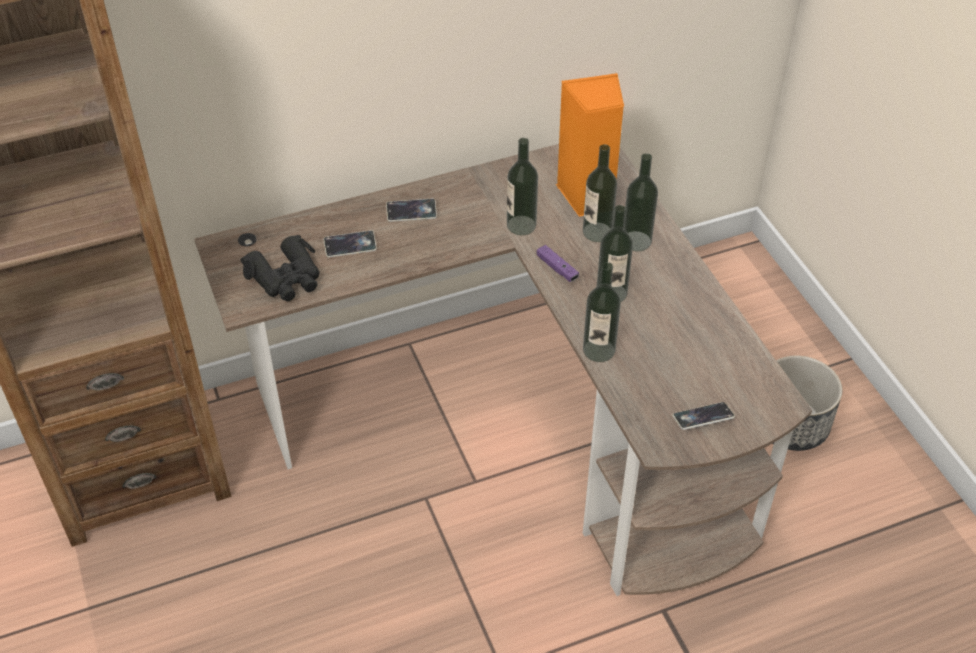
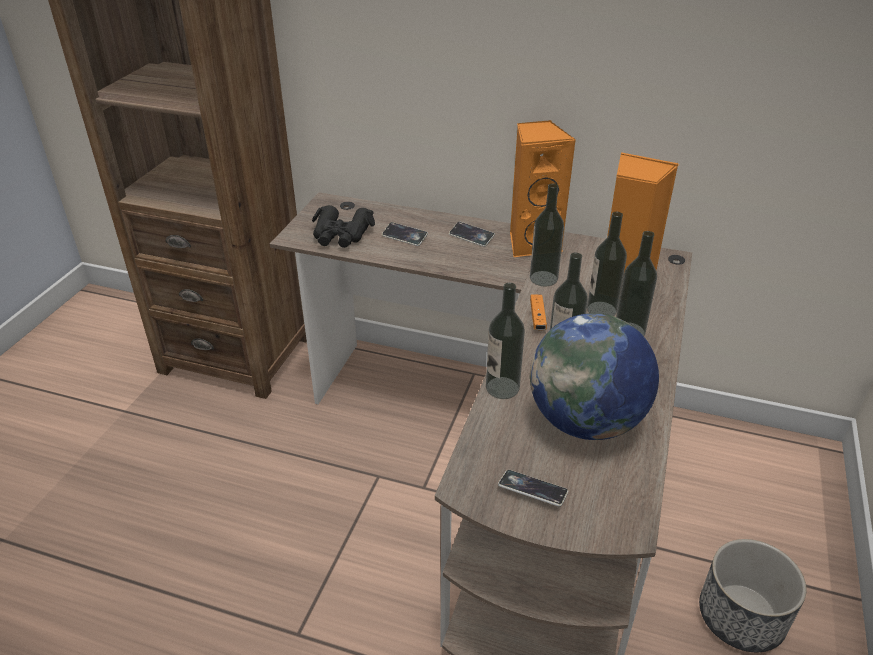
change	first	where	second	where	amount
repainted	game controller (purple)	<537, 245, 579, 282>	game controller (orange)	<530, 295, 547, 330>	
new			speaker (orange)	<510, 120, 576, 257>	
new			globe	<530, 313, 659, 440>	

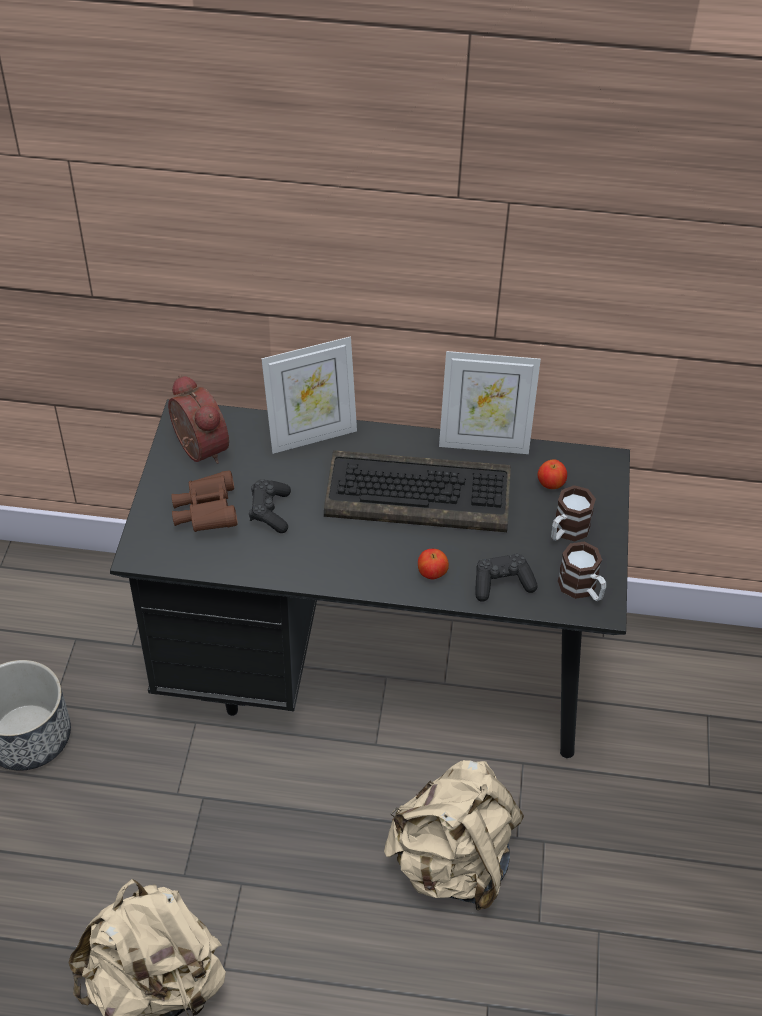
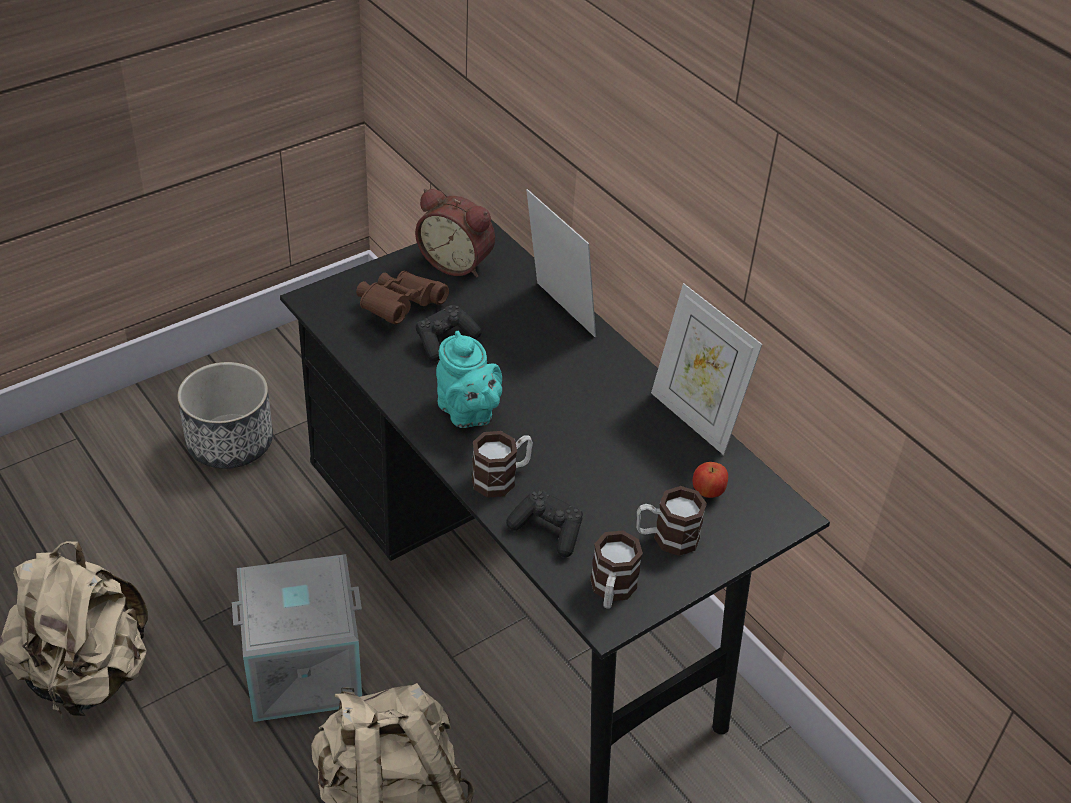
change	first	where	second	where	amount
rotated	alarm clock	<168, 375, 229, 464>		<415, 189, 495, 277>	105 degrees clockwise
rotated	picture frame	<261, 336, 357, 454>		<526, 189, 596, 337>	150 degrees counterclockwise
gone	keyboard	<324, 450, 511, 532>			
swapped	apple	<418, 549, 449, 579>	mug	<472, 431, 533, 498>	
new			storage box (grey)	<232, 554, 362, 722>	
new			teapot (turquoise)	<436, 331, 502, 428>	

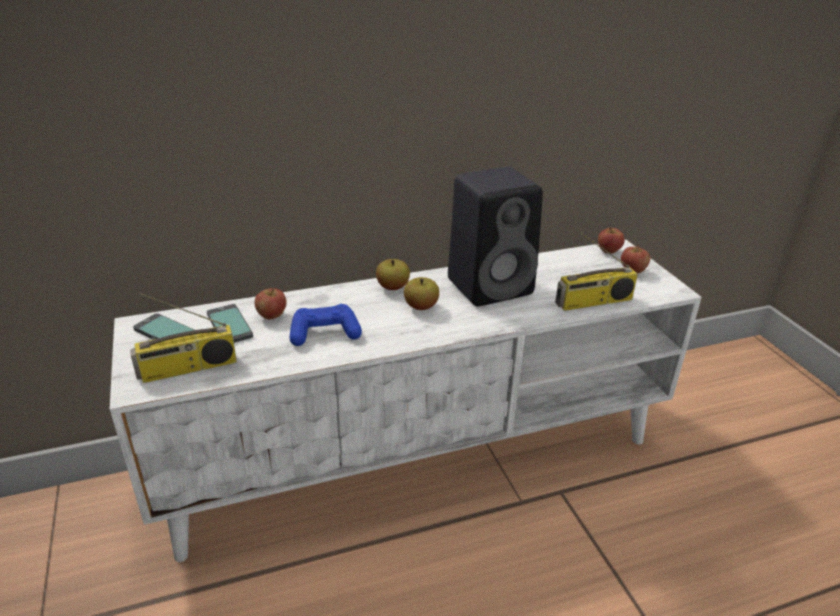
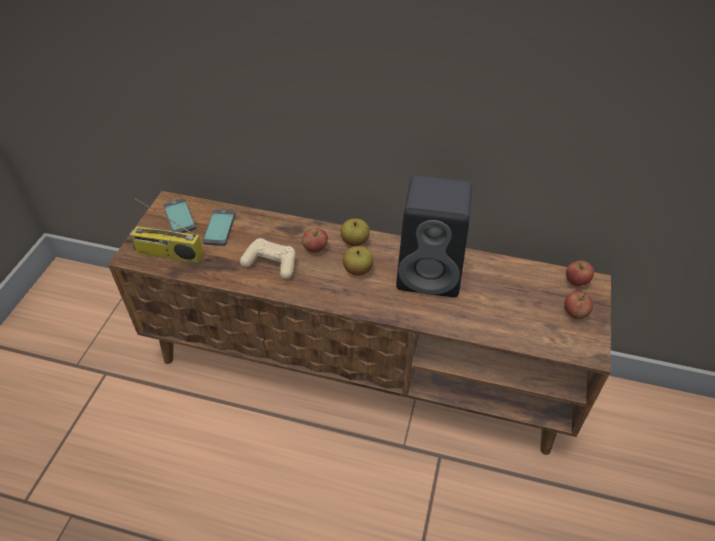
change	first	where	second	where	amount
repainted	tv stand (white)	<110, 239, 702, 562>	tv stand (brown)	<108, 191, 611, 455>	
shifted	apple	<254, 288, 287, 319>		<302, 228, 328, 253>	
repainted	game controller (blue)	<290, 304, 362, 346>	game controller (beige)	<240, 238, 295, 279>	
gone	radio	<555, 233, 638, 311>			

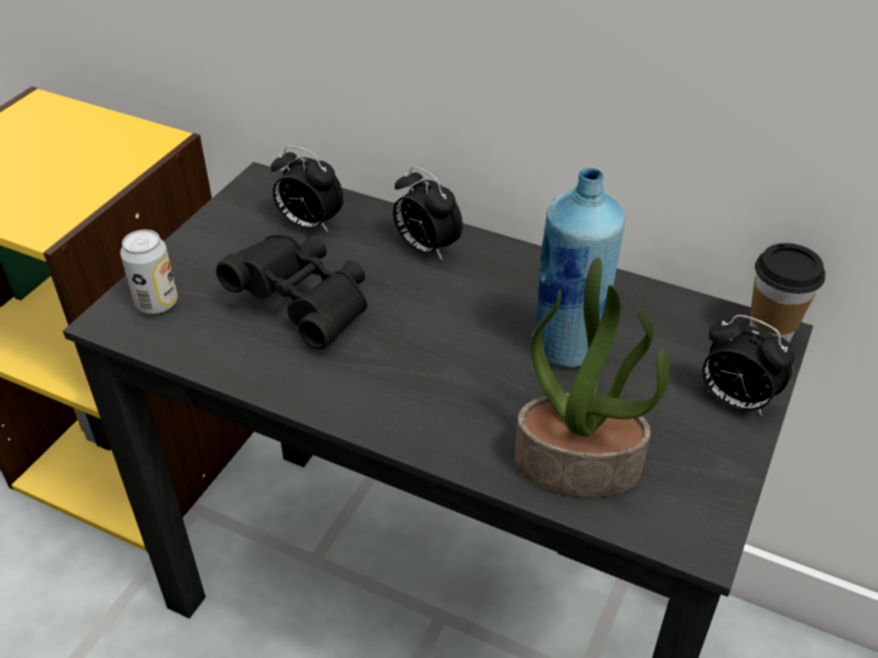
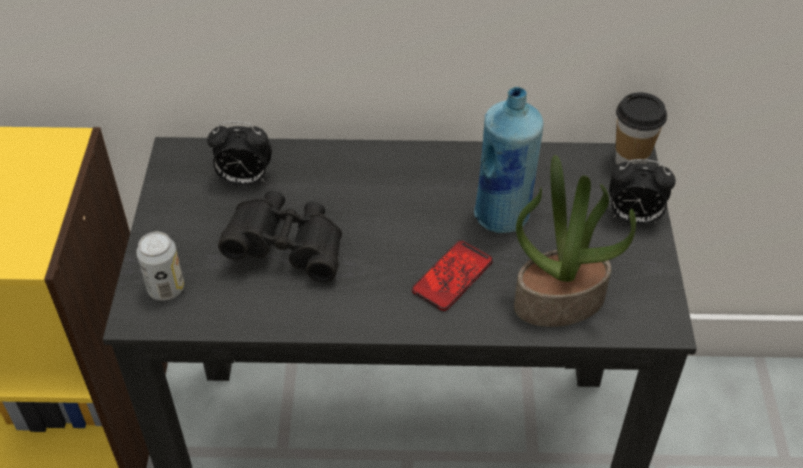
change	first	where	second	where	amount
gone	alarm clock	<393, 166, 463, 260>			
new			phone	<412, 240, 493, 311>	

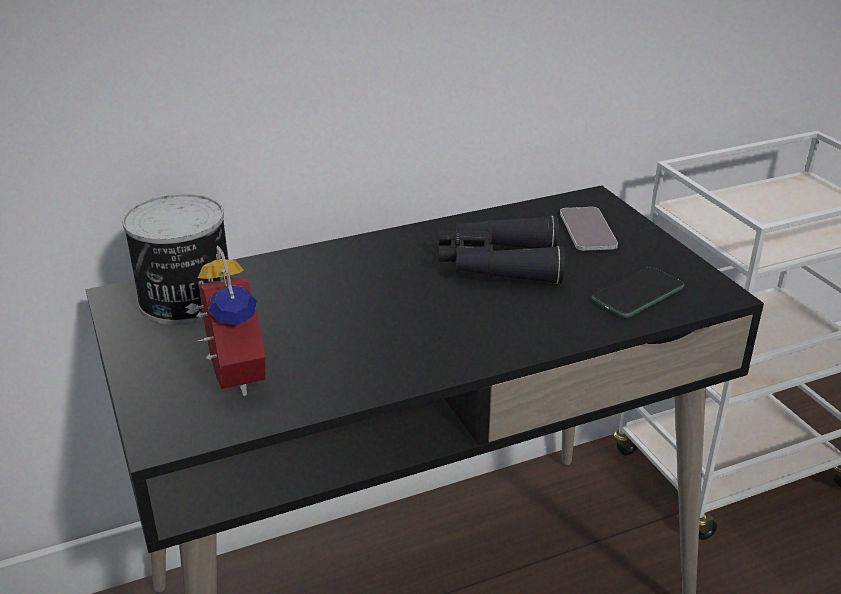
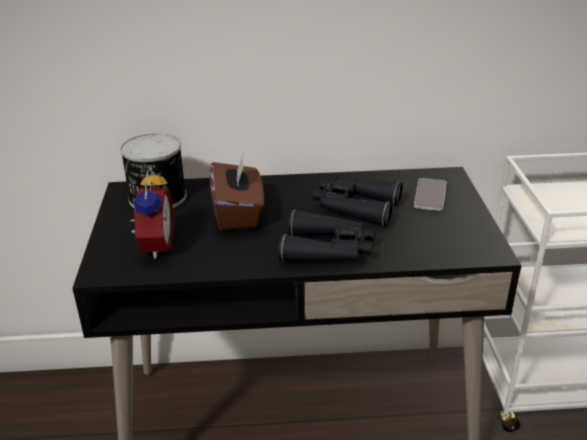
change	first	where	second	where	amount
gone	phone	<592, 267, 684, 318>			
new			tissue box (brown)	<210, 155, 264, 231>	
new			binoculars (black)	<278, 210, 375, 262>	

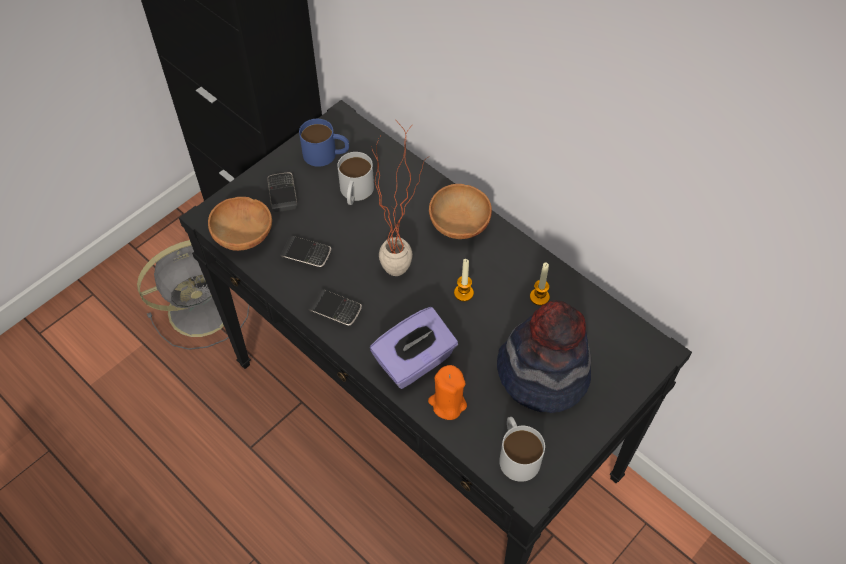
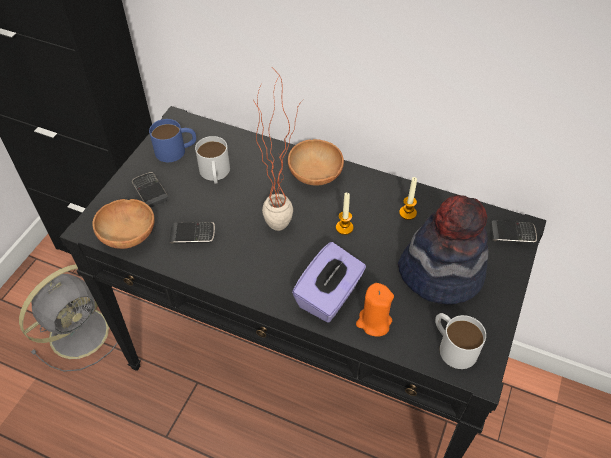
change	first	where	second	where	amount
shifted	phone	<309, 289, 362, 326>		<489, 220, 537, 244>	

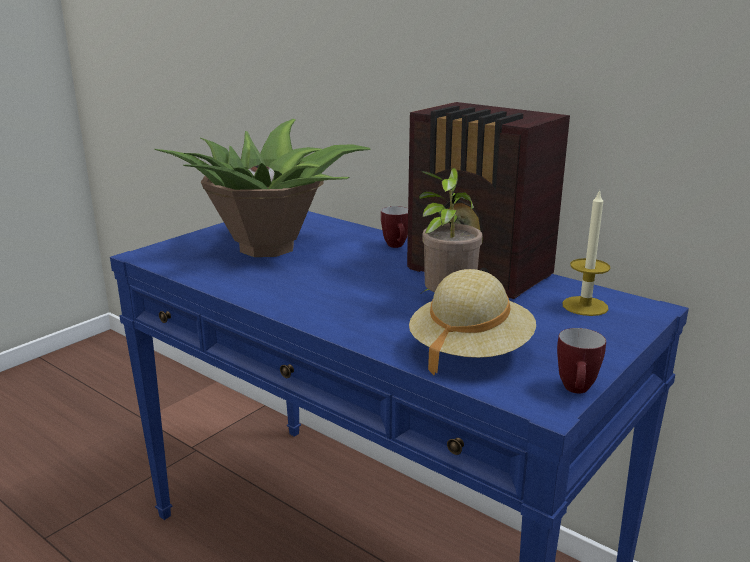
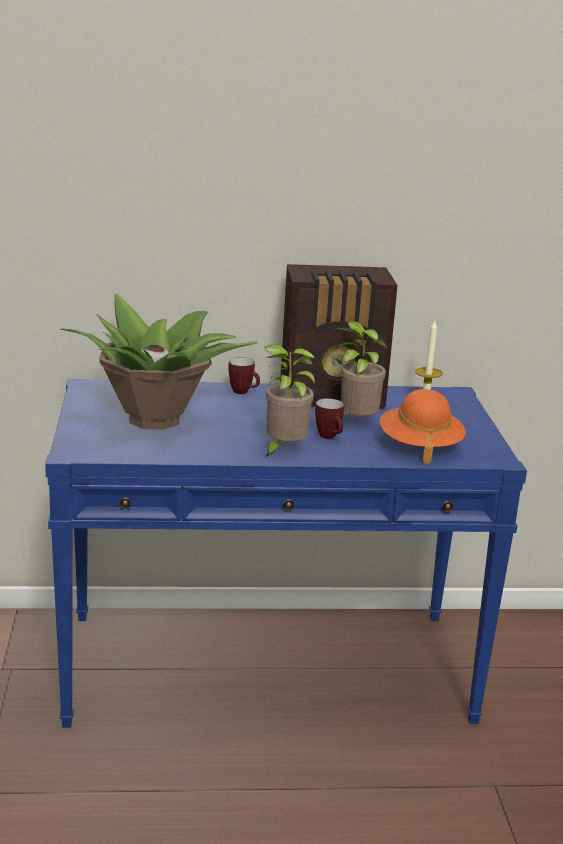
change	first	where	second	where	amount
repainted	hat (beige)	<409, 269, 536, 375>	hat (orange)	<380, 389, 466, 465>	
shifted	mug	<557, 328, 606, 393>		<315, 398, 344, 439>	
new			potted plant	<264, 345, 315, 457>	

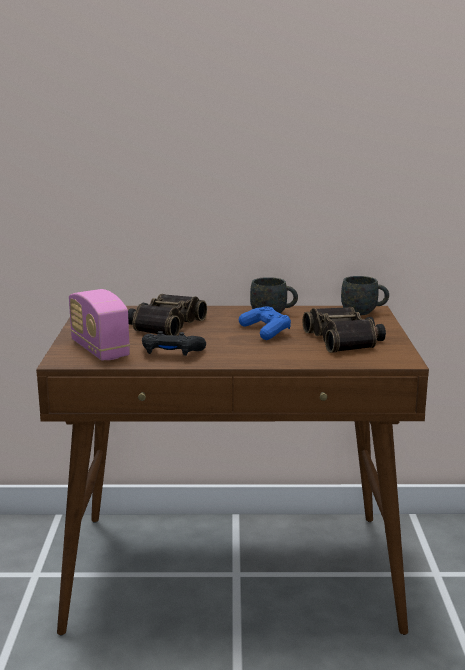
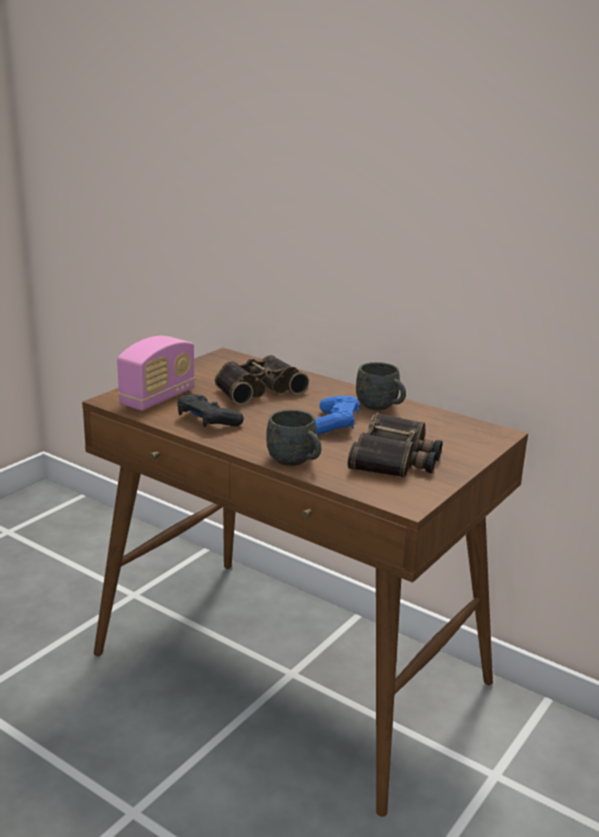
change	first	where	second	where	amount
rotated	radio	<69, 289, 130, 361>		<117, 336, 195, 411>	150 degrees counterclockwise
shifted	mug (grey)	<341, 276, 389, 315>		<266, 409, 321, 466>	

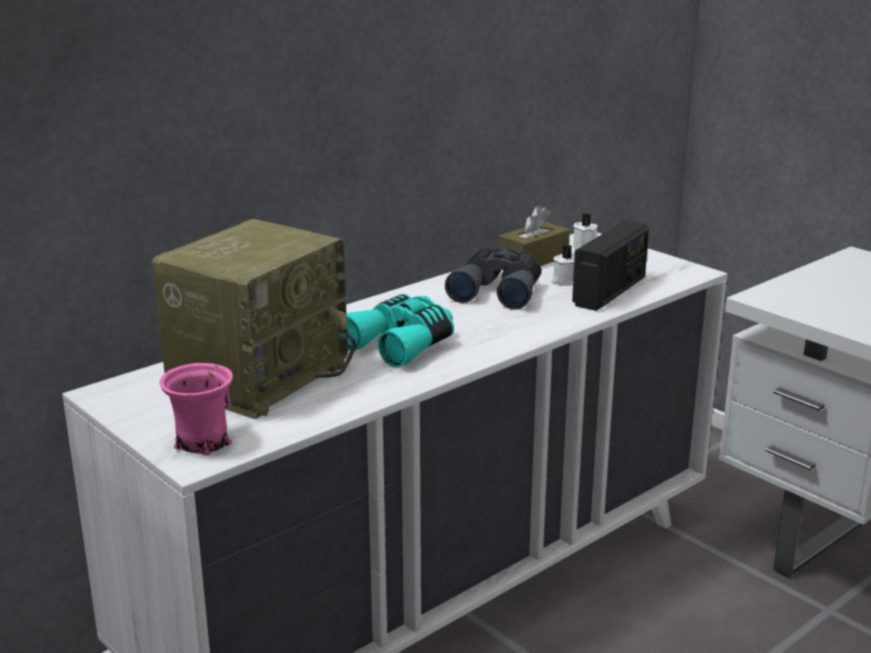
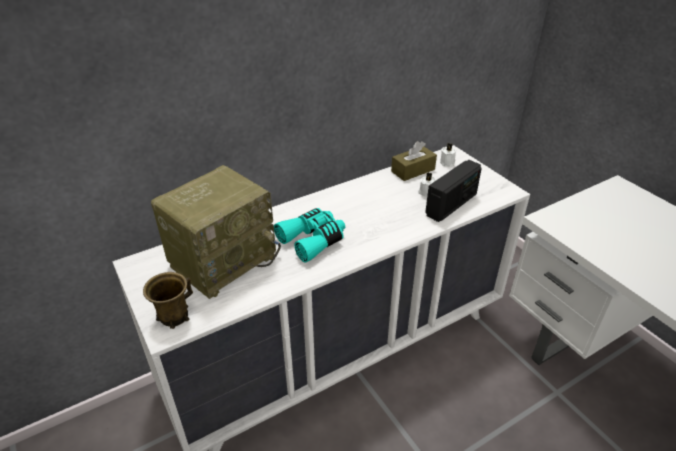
change	first	where	second	where	amount
repainted	mug (pink)	<159, 363, 233, 455>	mug (brown)	<143, 272, 193, 329>	
gone	binoculars (grey)	<445, 247, 542, 310>			

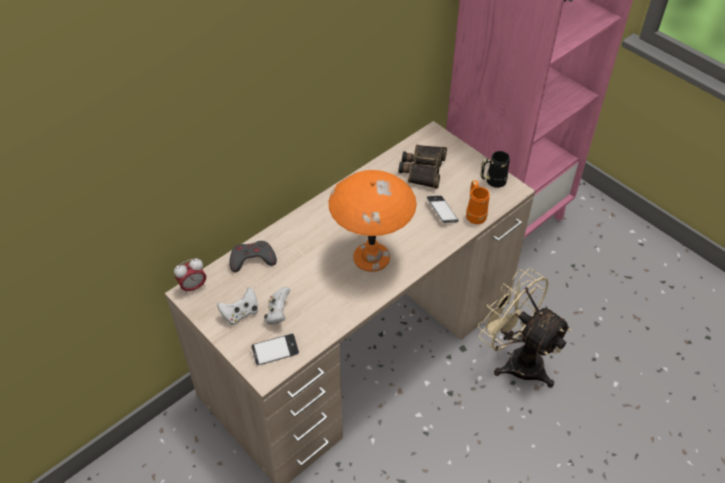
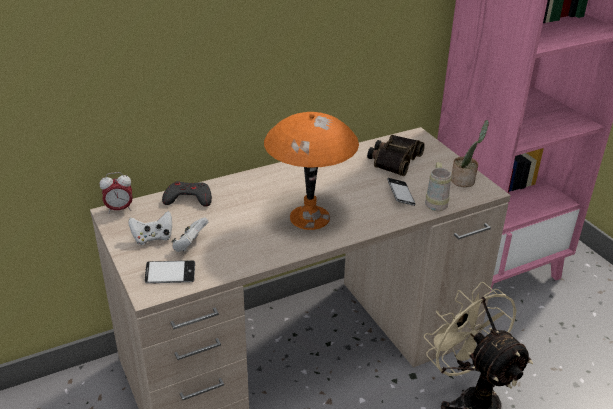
change	first	where	second	where	amount
repainted	mug (orange)	<466, 180, 490, 224>	mug (beige)	<425, 162, 451, 211>	
swapped	mug (black)	<481, 151, 510, 188>	potted plant	<451, 120, 489, 187>	

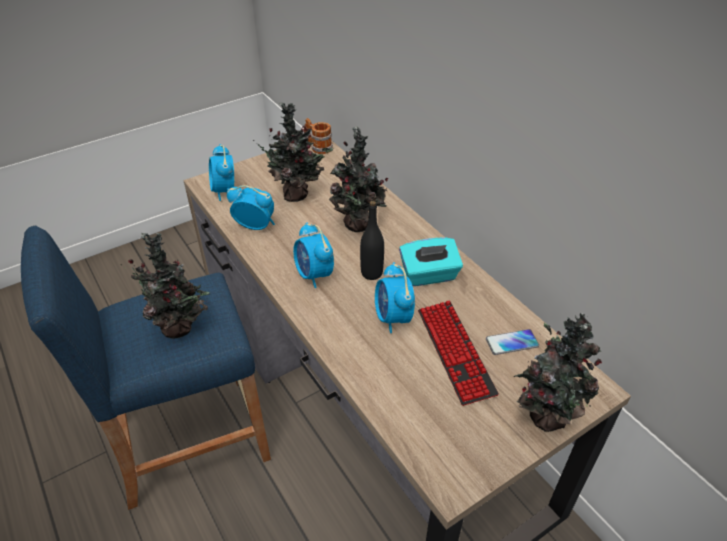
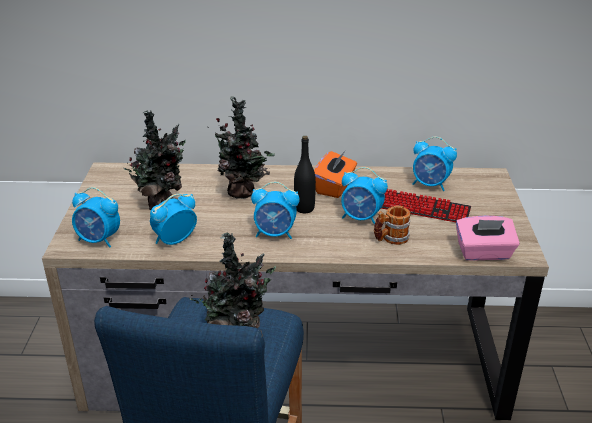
change	first	where	second	where	amount
shifted	mug	<303, 118, 333, 154>		<374, 206, 411, 245>	
repainted	tissue box (turquoise)	<399, 237, 463, 286>	tissue box (orange)	<314, 151, 357, 198>	
swapped	phone	<486, 329, 539, 355>	alarm clock	<412, 137, 457, 191>	
gone	potted plant	<514, 313, 602, 432>			
new			tissue box (pink)	<456, 216, 520, 261>	

